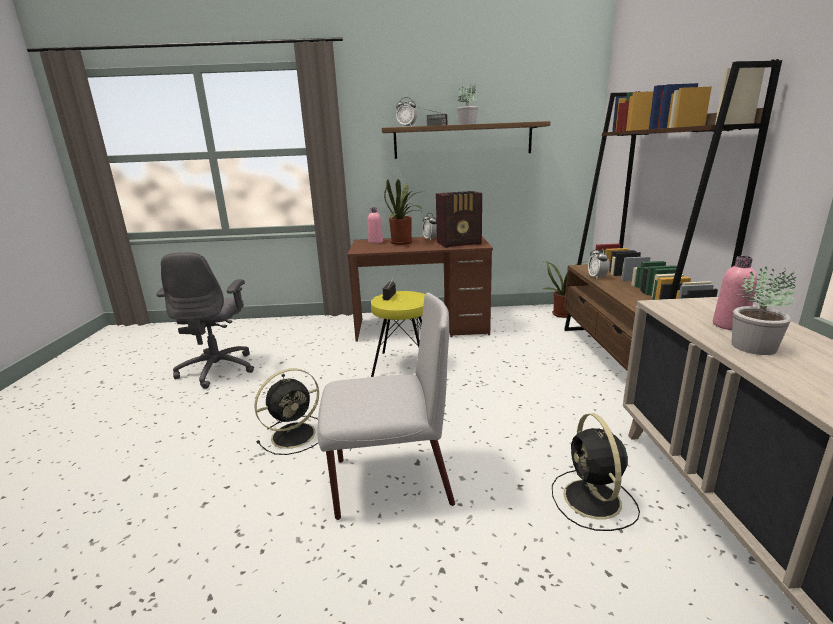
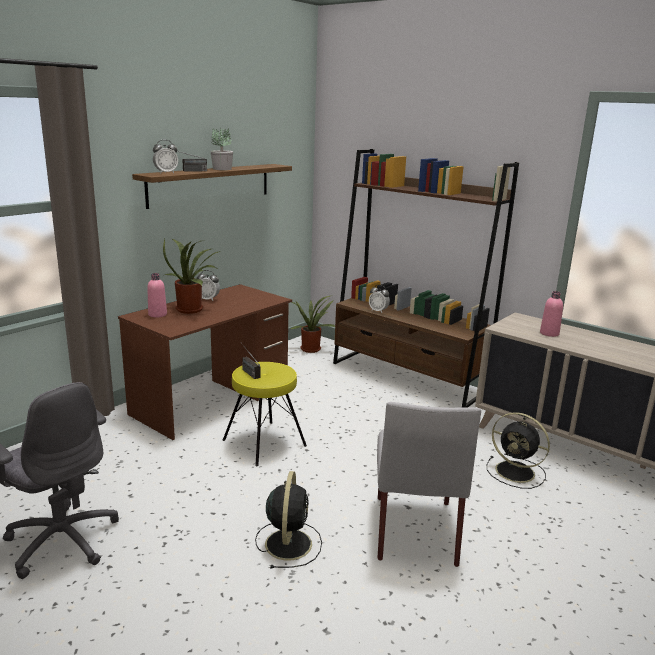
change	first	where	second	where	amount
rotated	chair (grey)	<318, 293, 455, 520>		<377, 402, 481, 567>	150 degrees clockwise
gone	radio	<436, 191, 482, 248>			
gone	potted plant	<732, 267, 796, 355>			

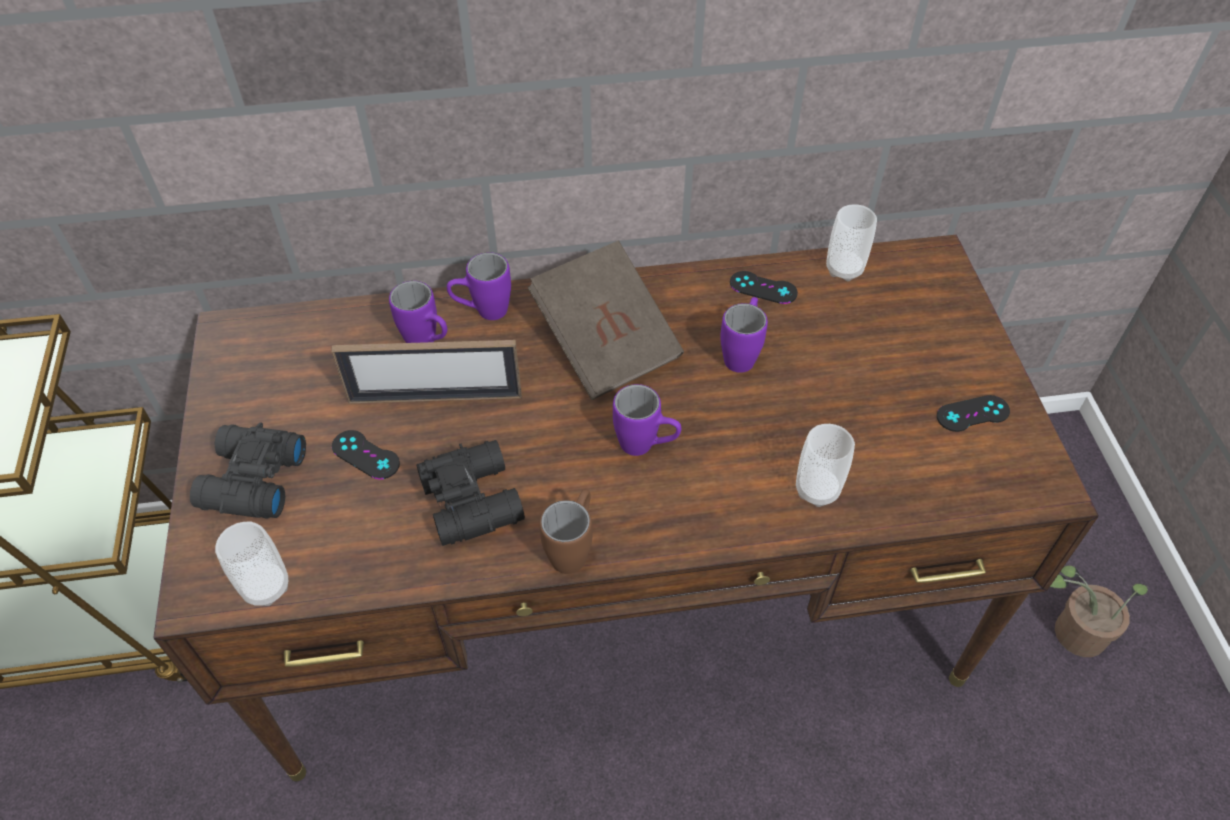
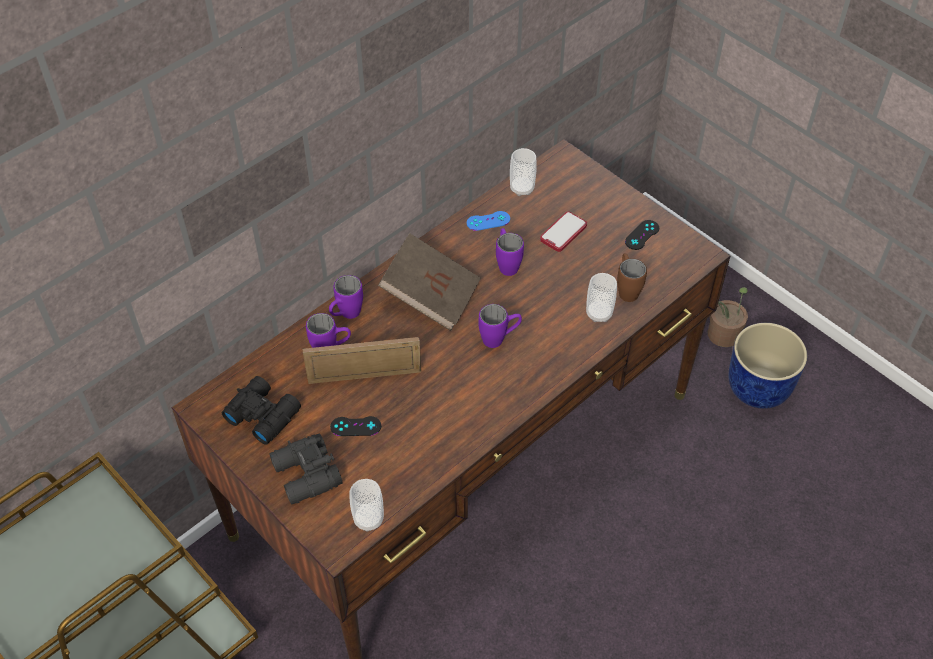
change	first	where	second	where	amount
rotated	picture frame	<331, 340, 522, 404>		<303, 337, 421, 384>	150 degrees counterclockwise
shifted	binoculars (black)	<416, 440, 525, 546>		<222, 376, 301, 444>	
shifted	mug (brown)	<539, 489, 592, 574>		<617, 253, 647, 302>	
repainted	game controller (black)	<730, 271, 798, 304>	game controller (blue)	<467, 211, 510, 231>	
new			phone	<540, 212, 587, 252>	
new			planter (blue)	<729, 323, 807, 409>	

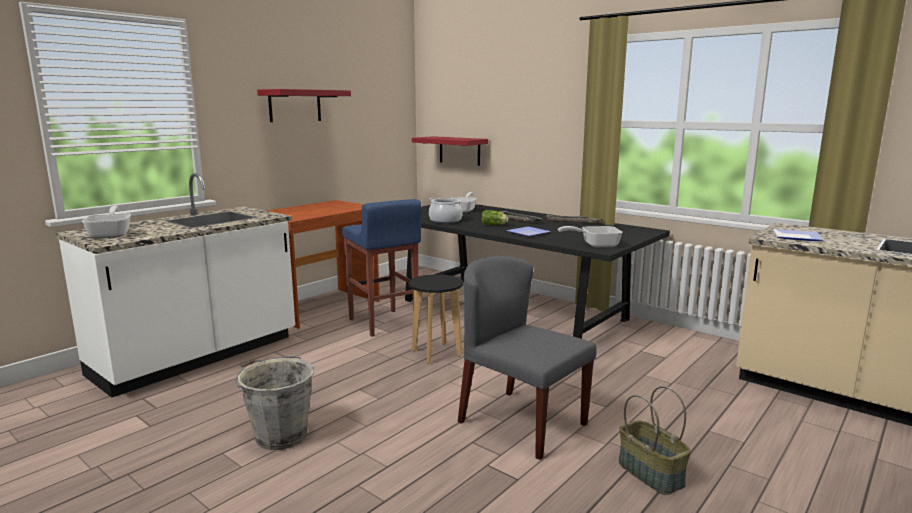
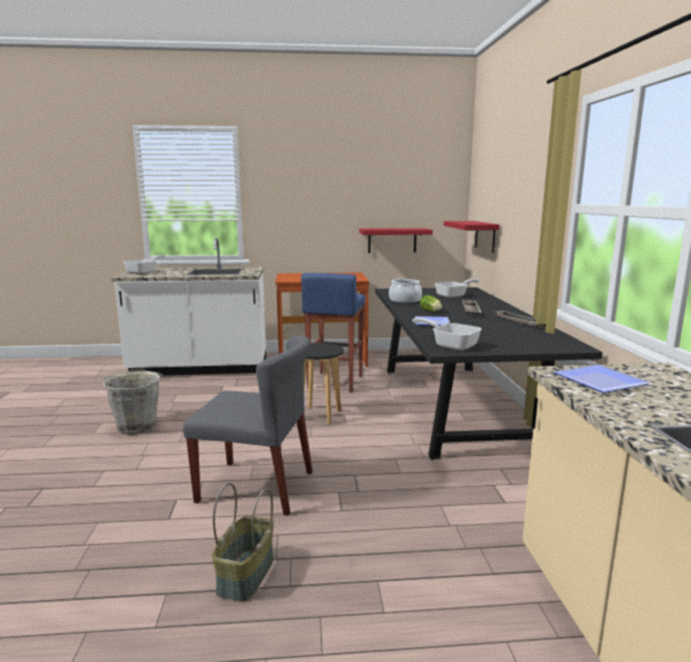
change	first	where	second	where	amount
shifted	shelf (red)	<257, 89, 351, 122>		<359, 228, 433, 253>	
rotated	chair (grey)	<458, 256, 597, 460>		<183, 335, 313, 516>	105 degrees clockwise

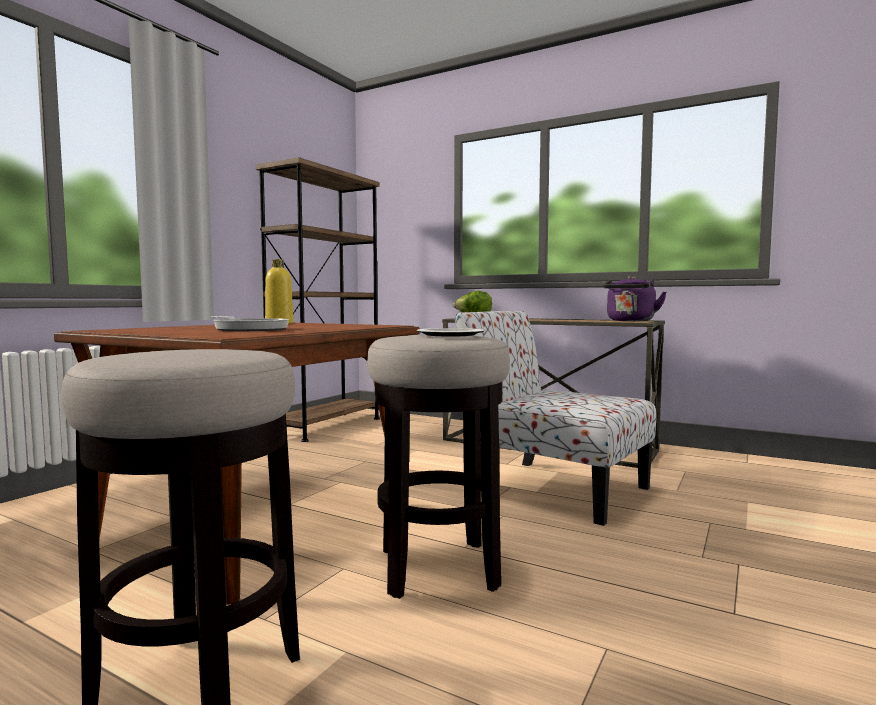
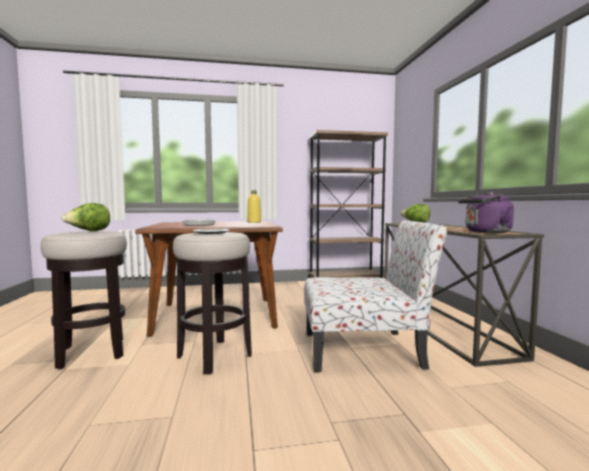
change	first	where	second	where	amount
rotated	chair	<455, 311, 656, 526>		<304, 220, 447, 372>	90 degrees clockwise
new			lettuce	<62, 203, 110, 231>	

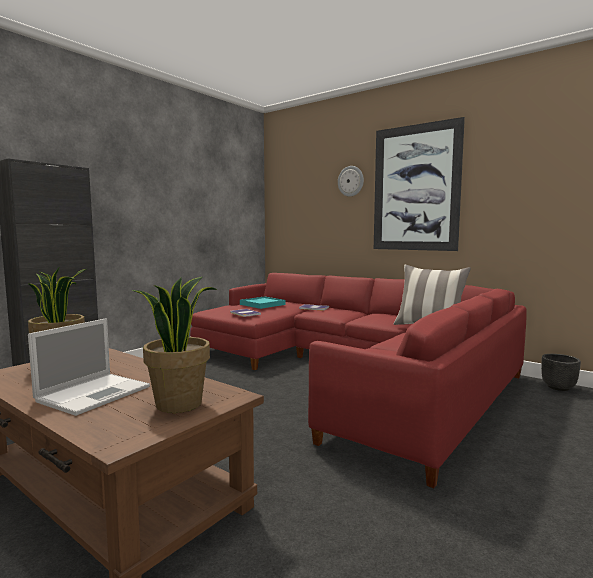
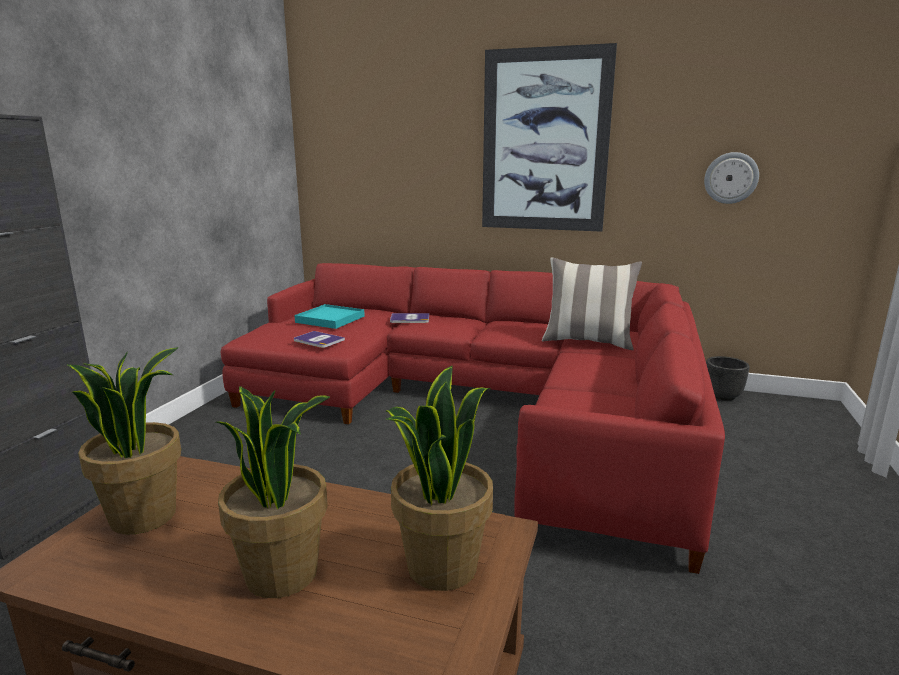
change	first	where	second	where	amount
swapped	laptop	<28, 318, 150, 416>	potted plant	<216, 386, 330, 598>	
shifted	wall clock	<338, 166, 364, 197>		<704, 152, 759, 204>	

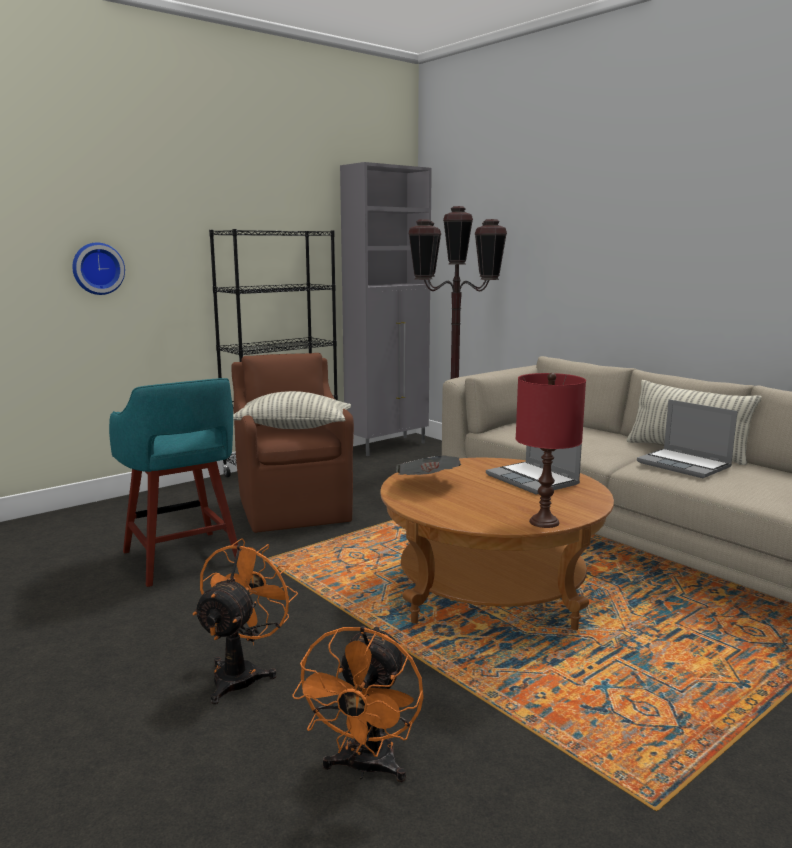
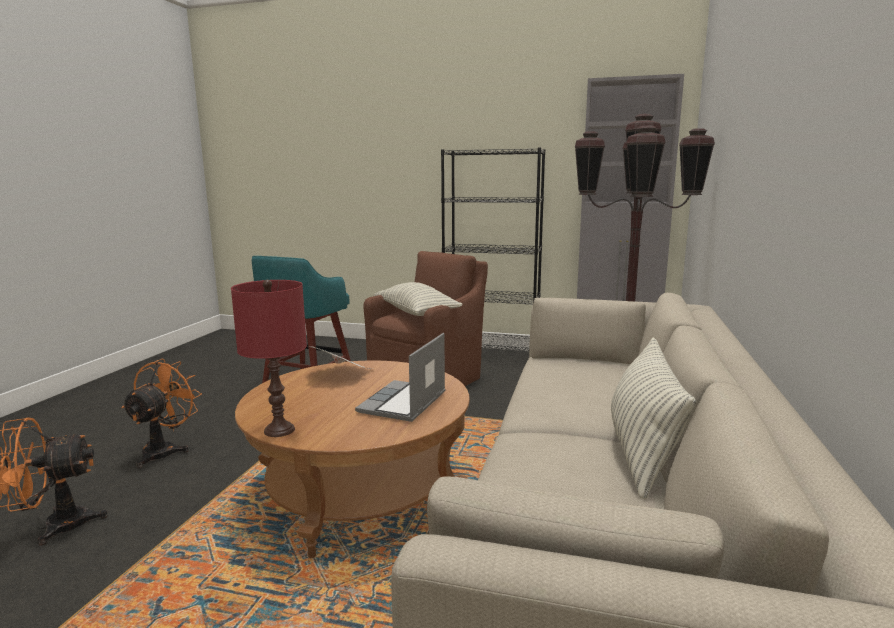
change	first	where	second	where	amount
gone	wall clock	<72, 243, 125, 295>			
rotated	fan (orange)	<193, 538, 298, 704>		<121, 359, 202, 468>	60 degrees counterclockwise
gone	laptop	<637, 399, 738, 478>			

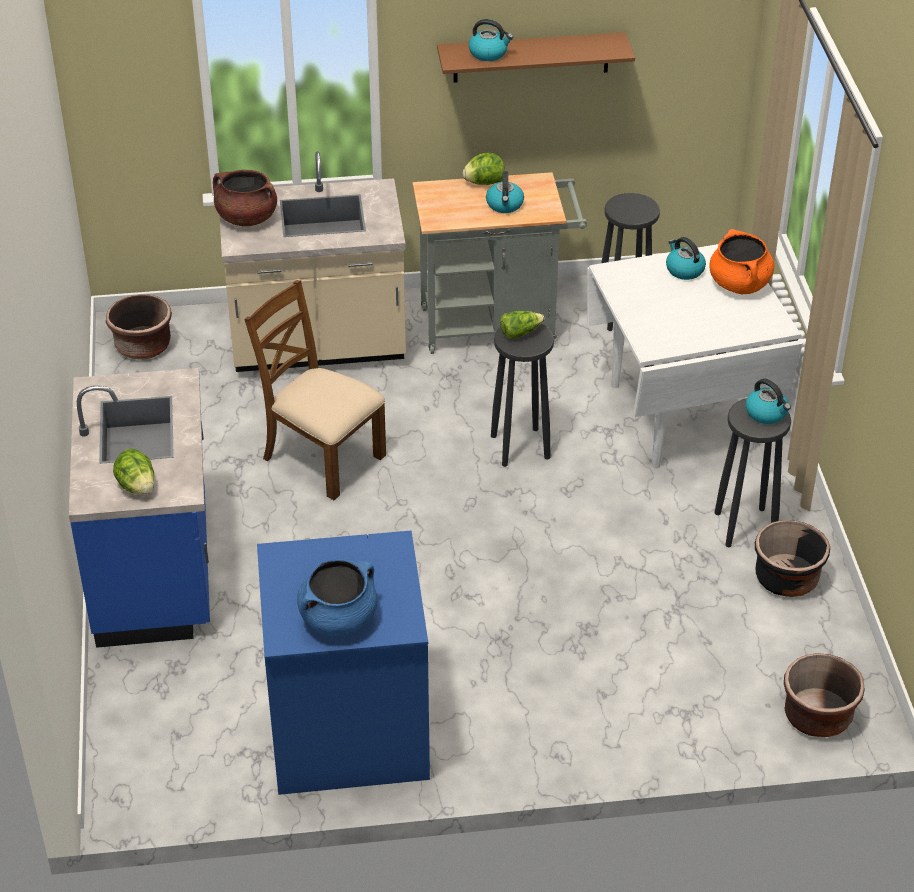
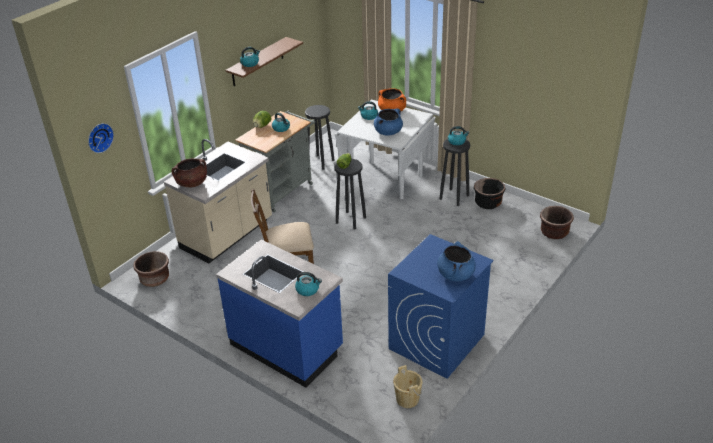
change	first	where	second	where	amount
swapped	lettuce	<113, 448, 154, 495>	kettle	<295, 272, 322, 296>	
new			wall clock	<88, 123, 114, 153>	
new			cooking pot (blue)	<374, 109, 403, 136>	
new			bucket (beige)	<393, 365, 423, 408>	

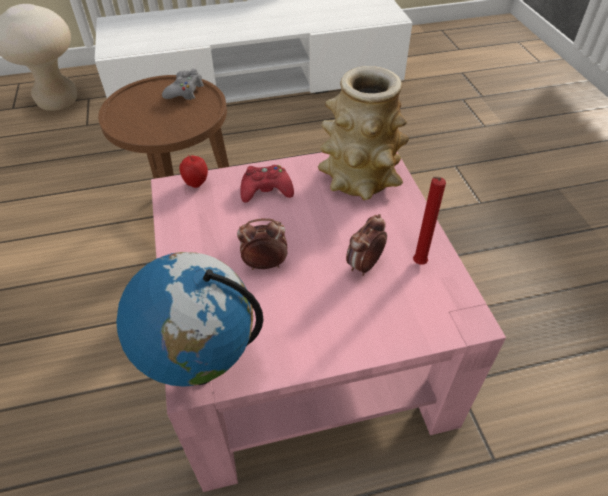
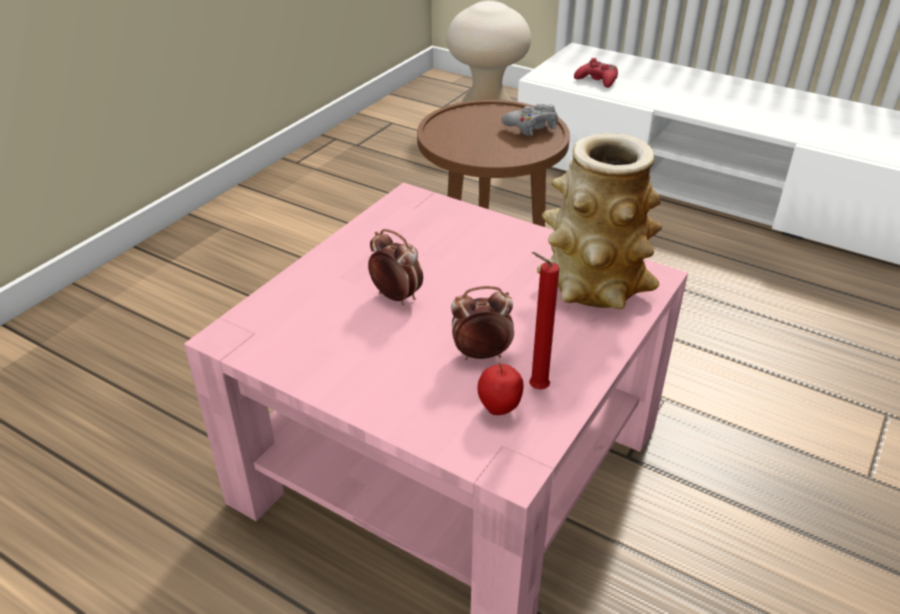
change	first	where	second	where	amount
gone	globe	<116, 252, 263, 387>			
shifted	apple	<179, 155, 208, 188>		<477, 363, 524, 415>	
shifted	game controller (red)	<240, 165, 294, 203>		<574, 58, 618, 88>	

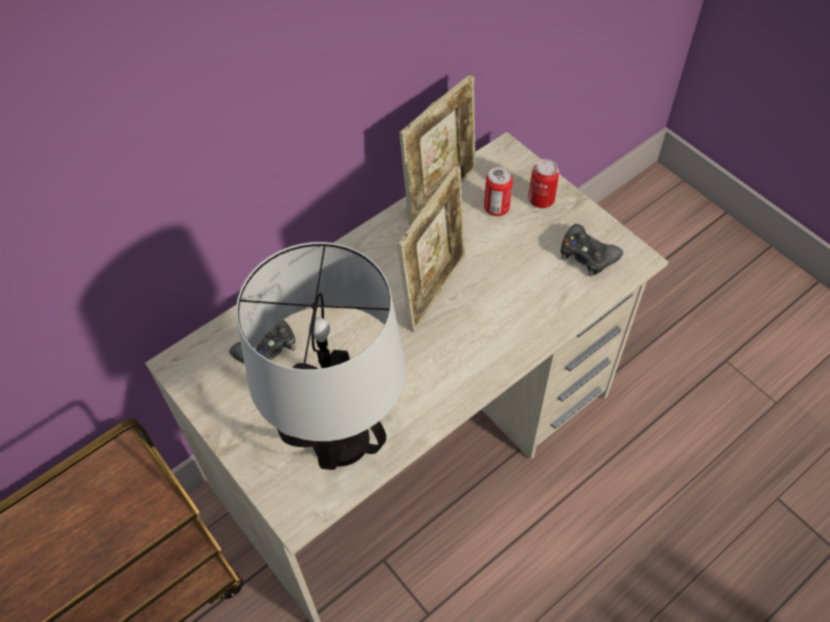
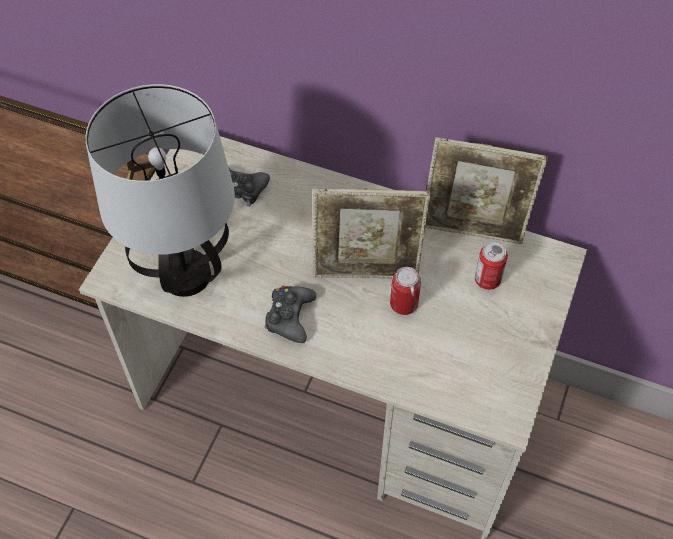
change	first	where	second	where	amount
shifted	can	<528, 159, 559, 208>		<390, 267, 421, 315>	
shifted	game controller (black)	<561, 224, 623, 276>		<265, 286, 317, 343>	

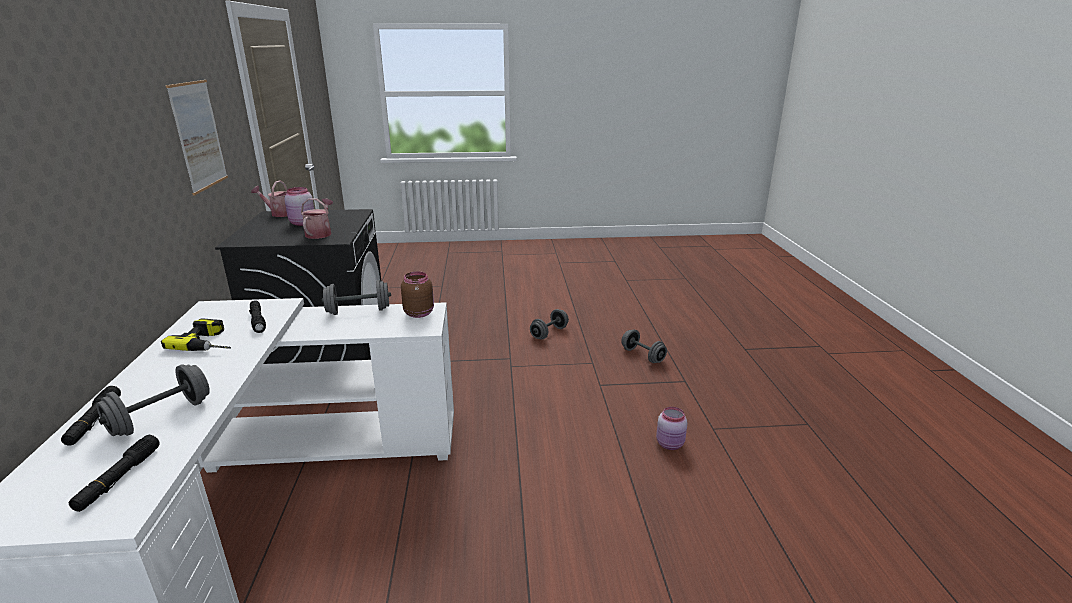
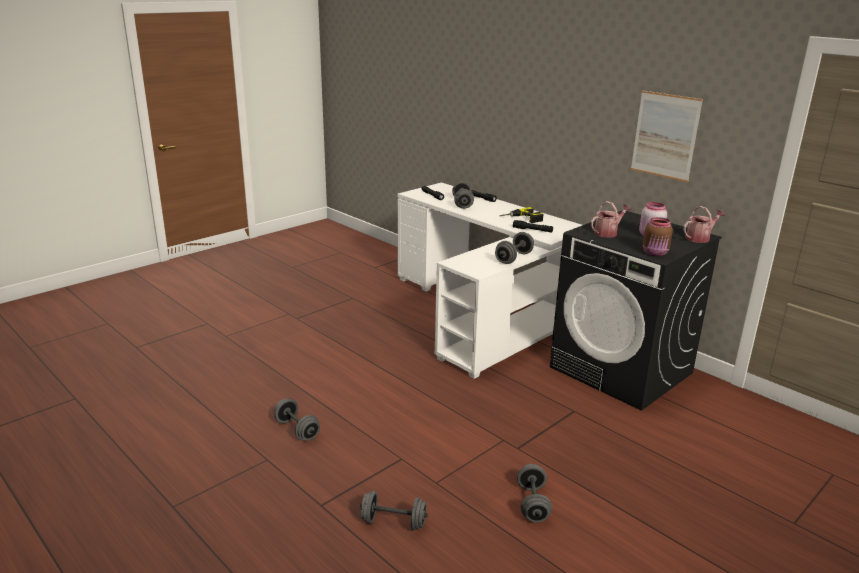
change	first	where	second	where	amount
rotated	watering can	<301, 198, 333, 239>		<591, 201, 631, 238>	90 degrees counterclockwise
shifted	jar (brown)	<401, 272, 434, 318>		<643, 217, 673, 256>	
swapped	jar (pink)	<656, 407, 687, 450>	dumbbell (grey)	<274, 399, 320, 441>	

